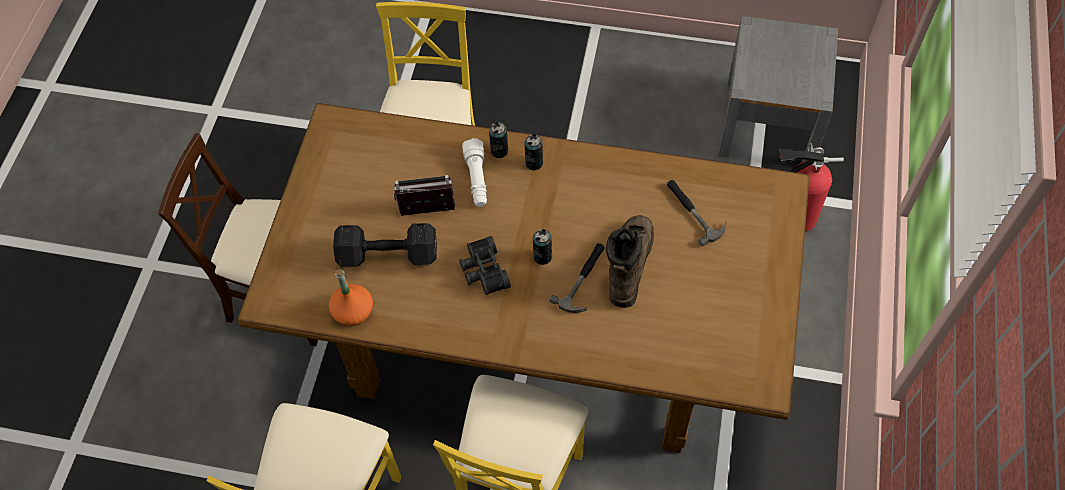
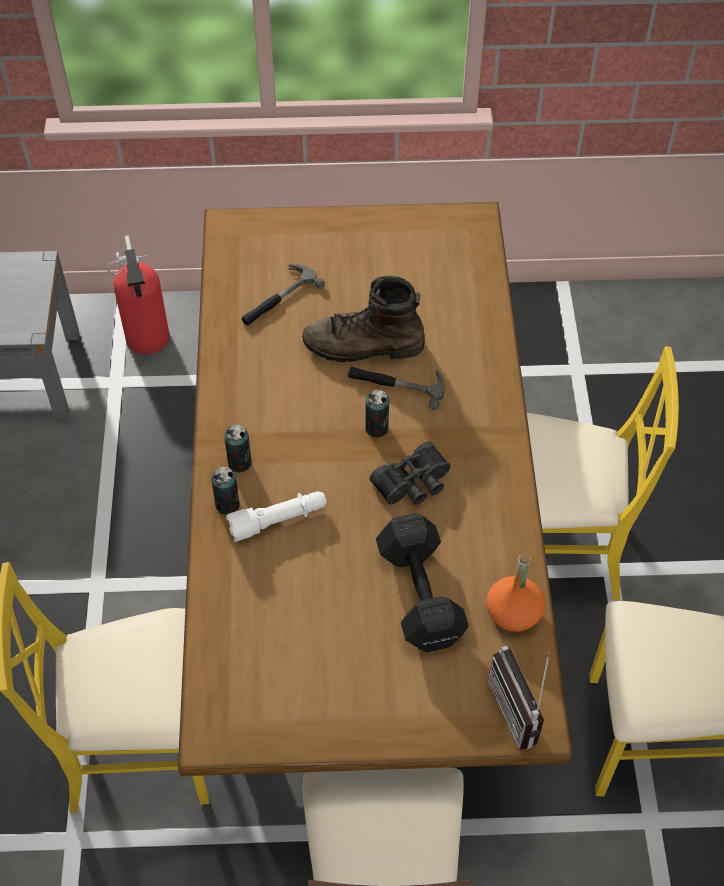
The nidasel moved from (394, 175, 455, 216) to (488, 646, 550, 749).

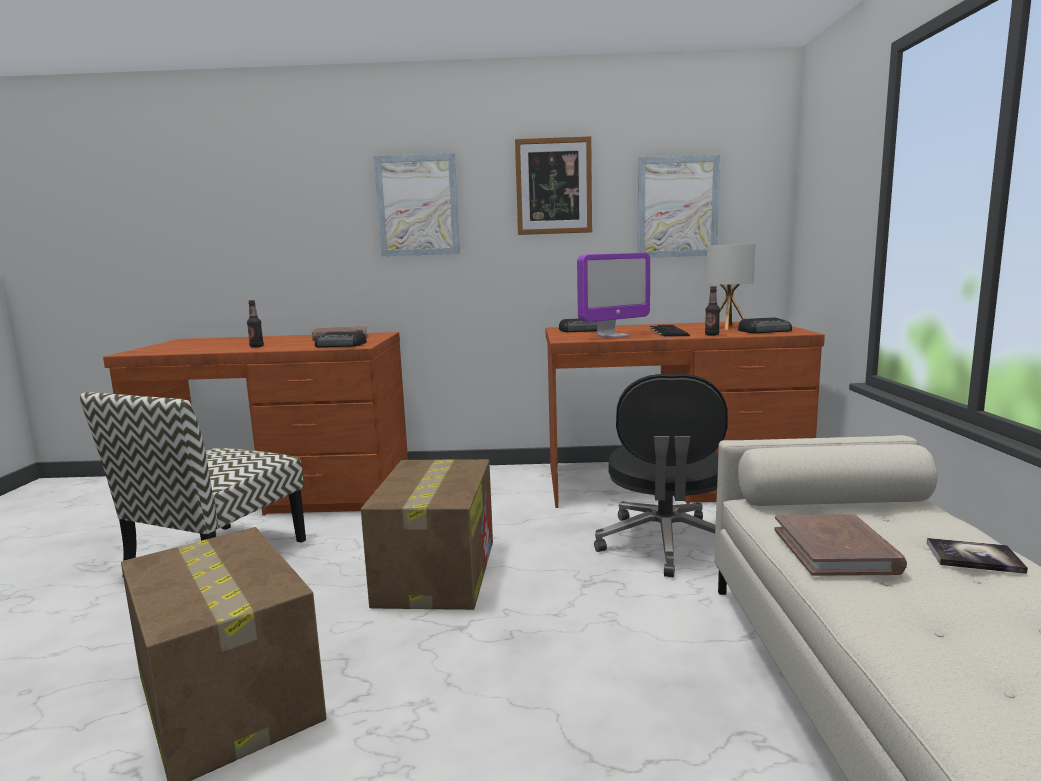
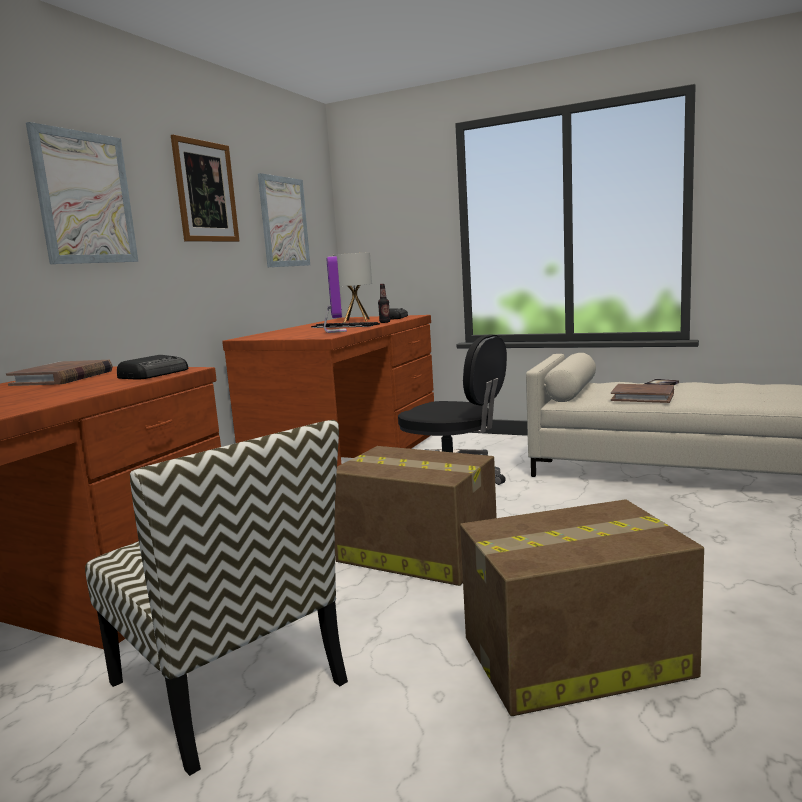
The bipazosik at (247, 300, 264, 347) disappeared. The nidasel at (559, 319, 598, 332) disappeared.

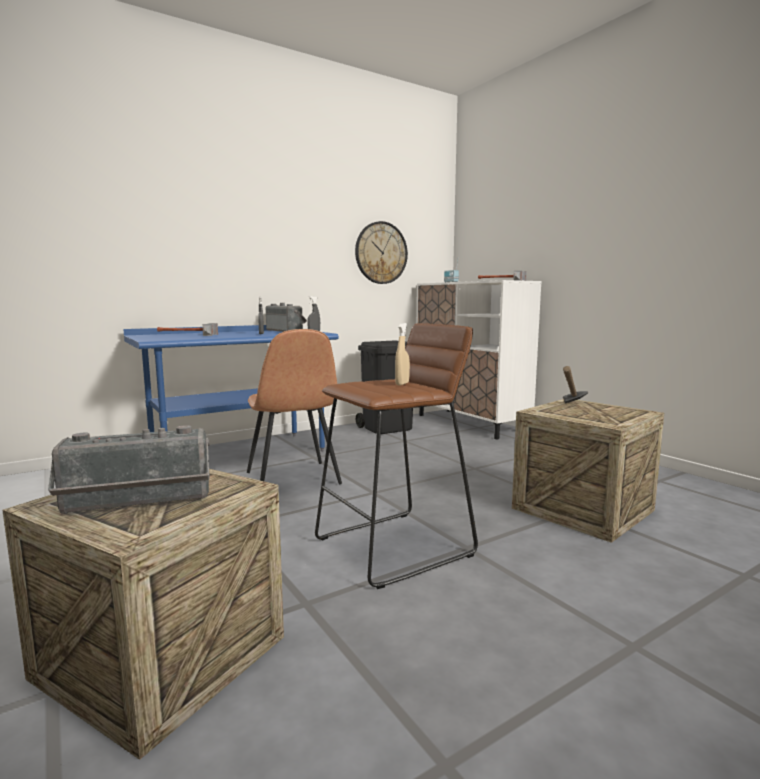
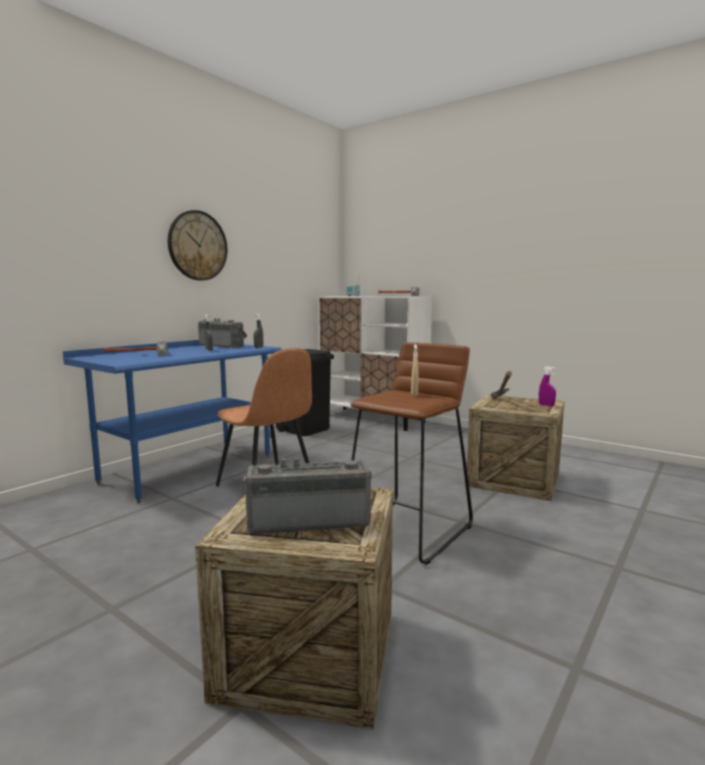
The nidasel at (48, 425, 210, 514) turned 150 degrees counterclockwise. The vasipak moved from (355, 221, 408, 284) to (168, 210, 227, 281). The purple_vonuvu at (539, 366, 556, 406) appeared.

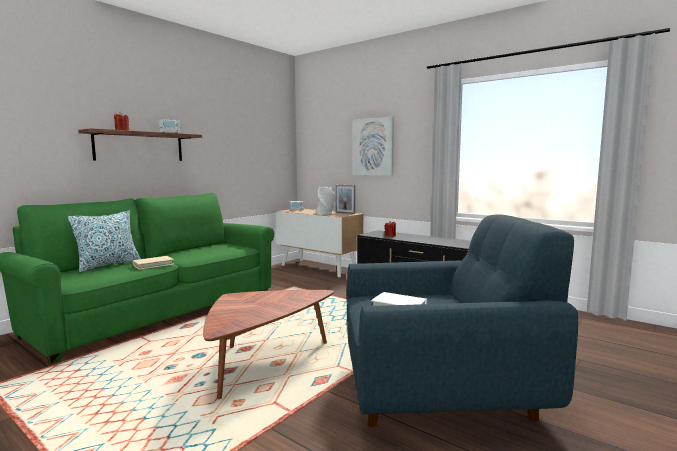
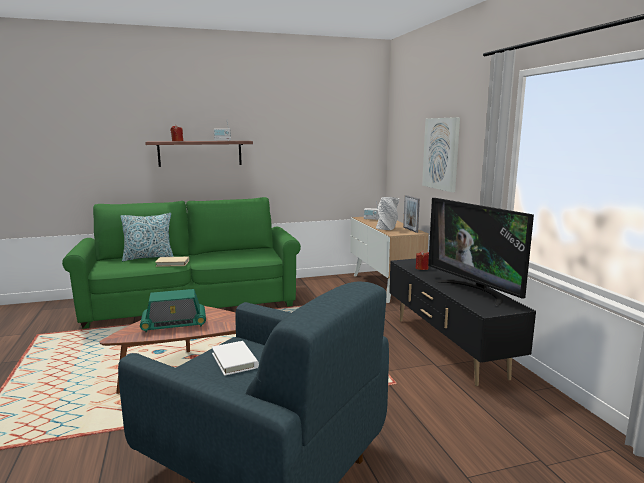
The nidasel at (140, 289, 206, 332) appeared. The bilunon at (428, 198, 534, 306) appeared.

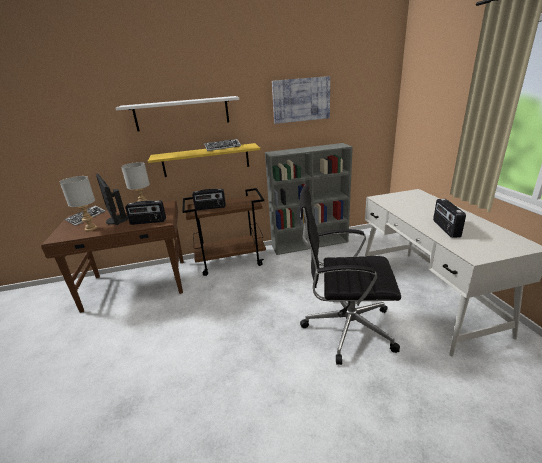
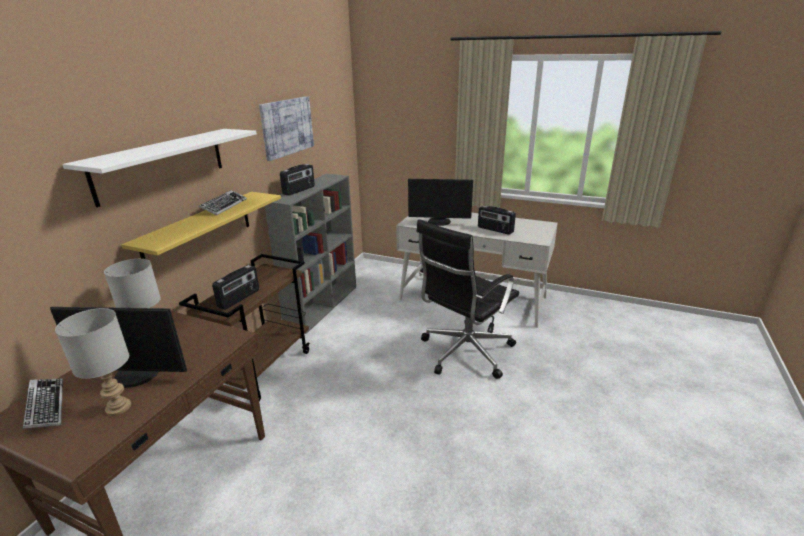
The nidasel moved from (125, 200, 166, 225) to (280, 164, 315, 196). The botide at (408, 179, 473, 226) appeared.

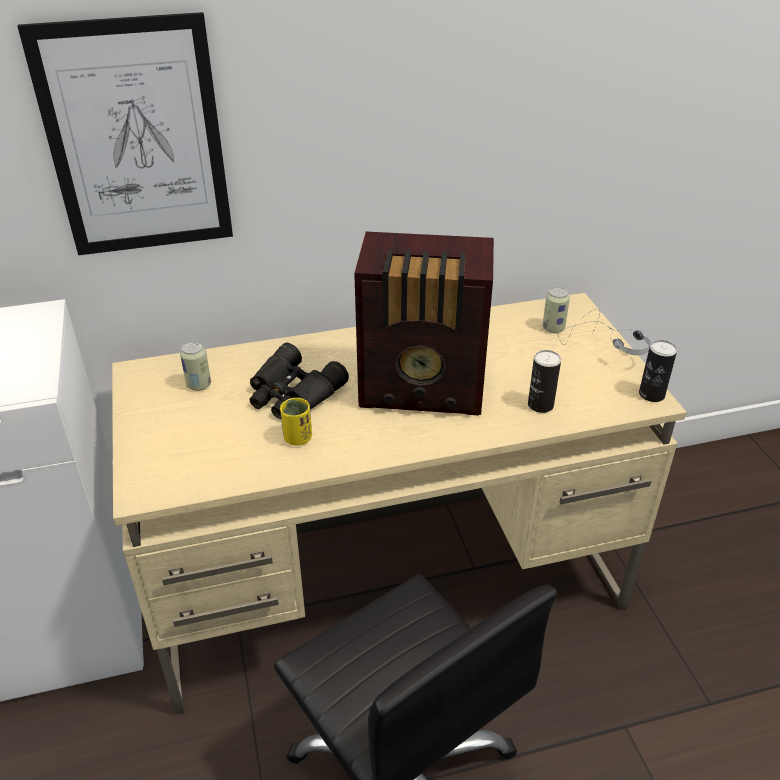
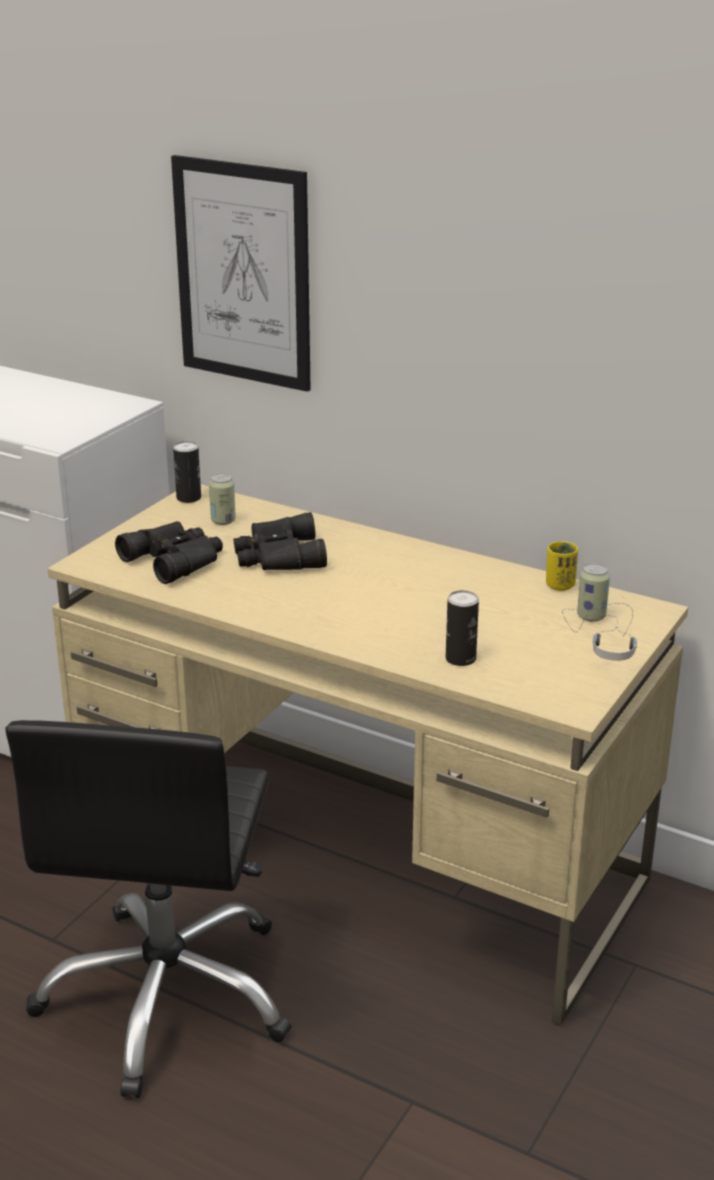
The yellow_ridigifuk moved from (280, 398, 312, 446) to (546, 541, 578, 591). The nidasel at (354, 232, 494, 416) disappeared. The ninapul moved from (639, 340, 677, 402) to (173, 441, 201, 503). The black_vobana at (115, 521, 223, 584) appeared.

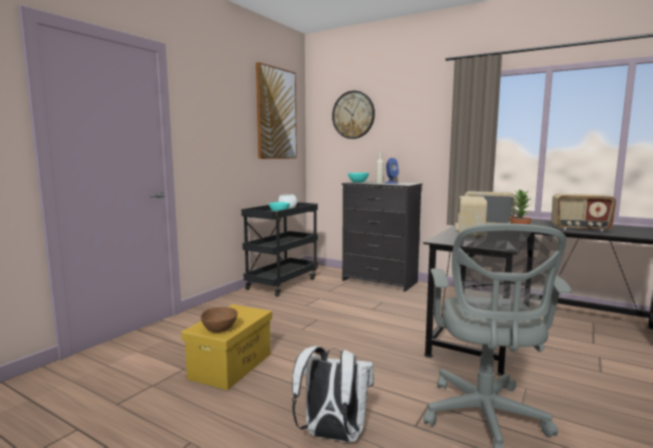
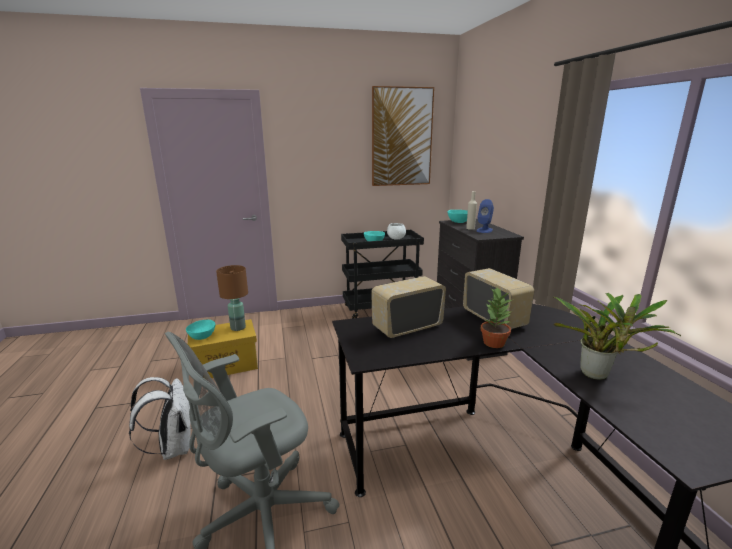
The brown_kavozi at (201, 307, 238, 333) became the turquoise_kavozi at (186, 320, 215, 340). The vasipak at (332, 91, 375, 139) disappeared. The nidasel at (551, 194, 616, 231) was replaced by the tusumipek at (554, 293, 681, 380). The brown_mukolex at (216, 265, 248, 331) appeared.

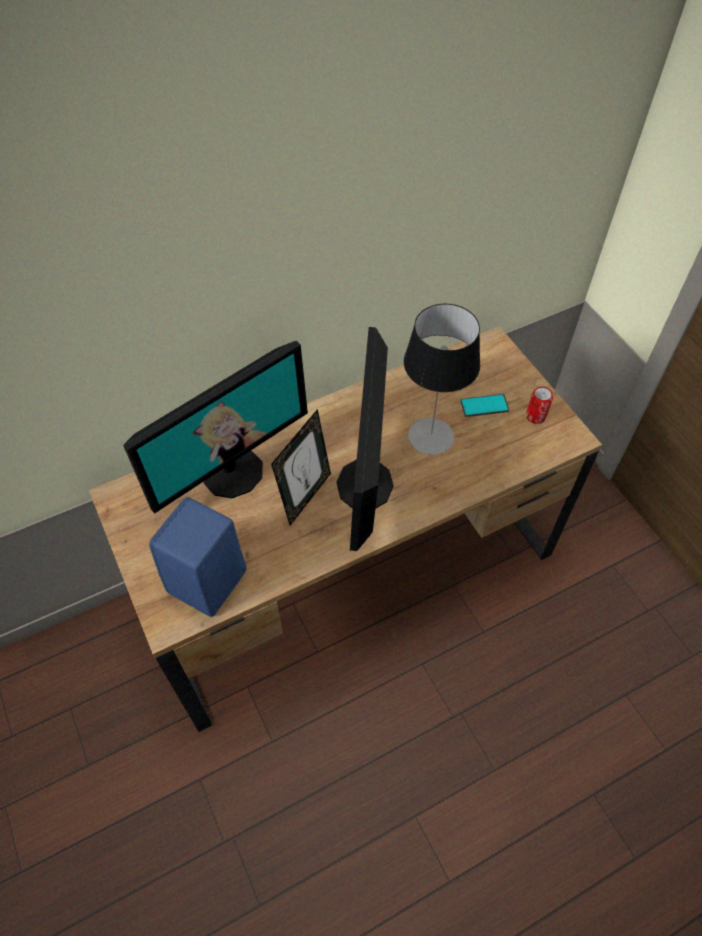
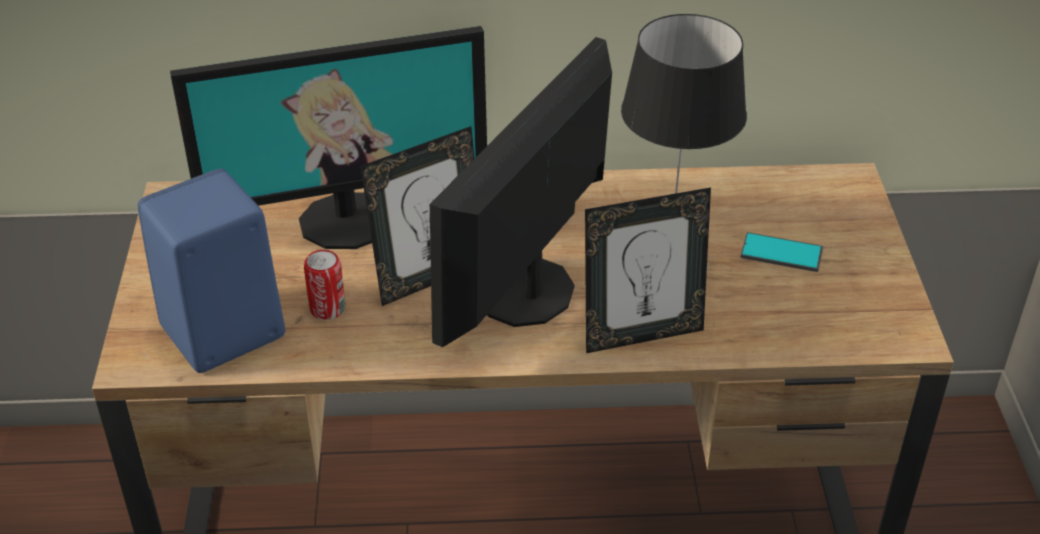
The ninapul moved from (526, 387, 553, 424) to (304, 250, 345, 320). The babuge at (585, 187, 711, 353) appeared.

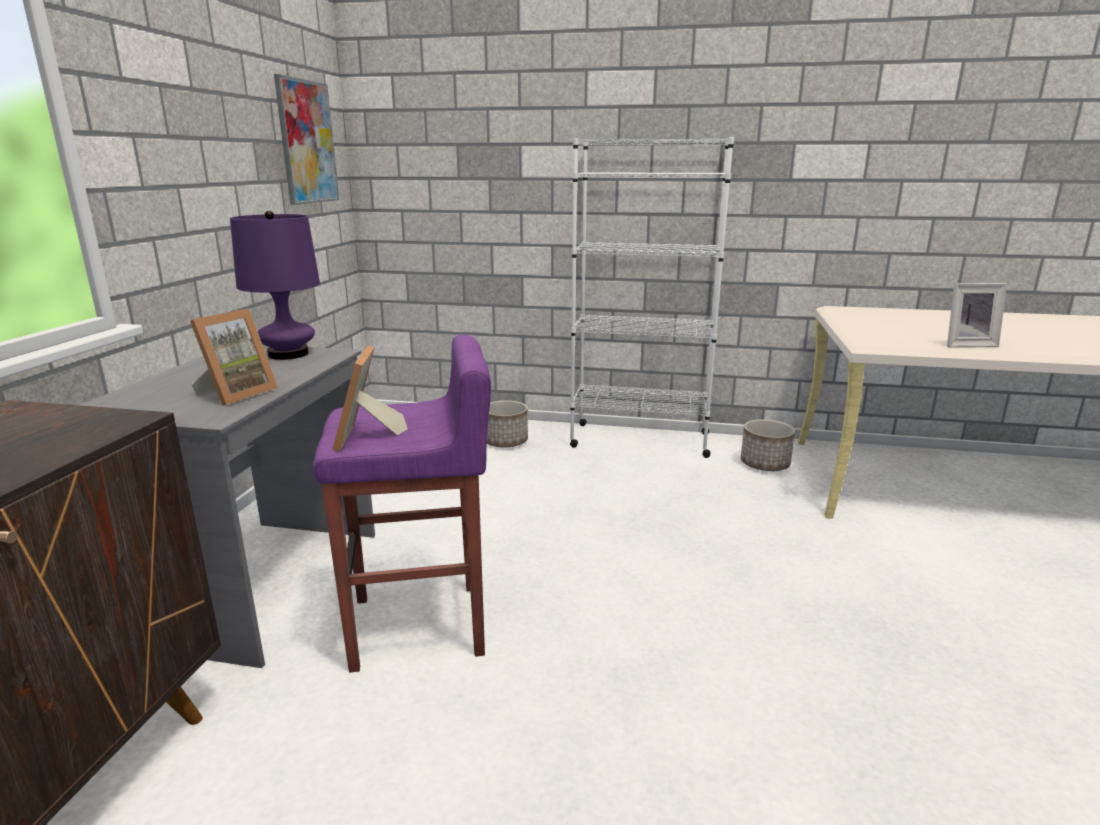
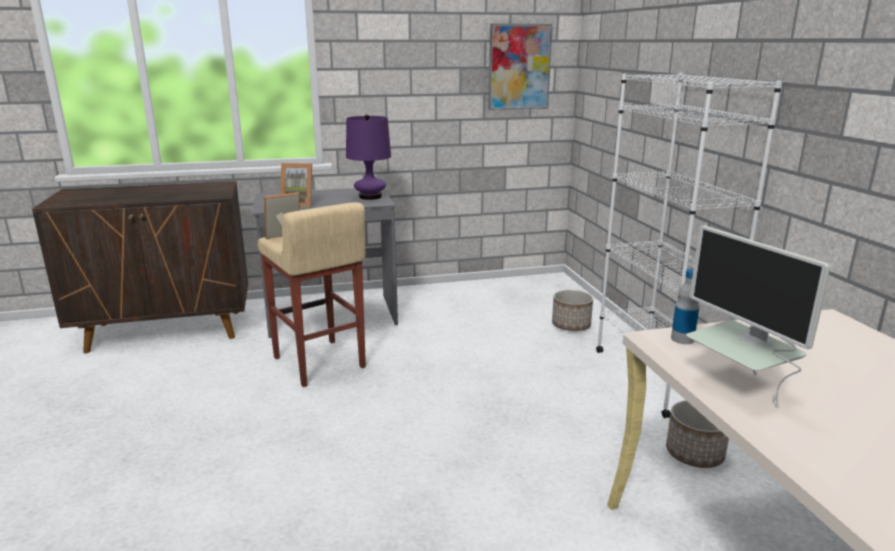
The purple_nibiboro at (313, 334, 491, 673) became the beige_nibiboro at (258, 202, 366, 387). The babuge at (947, 283, 1007, 347) was replaced by the botide at (686, 225, 830, 408). The bipazosik at (671, 269, 699, 344) appeared.

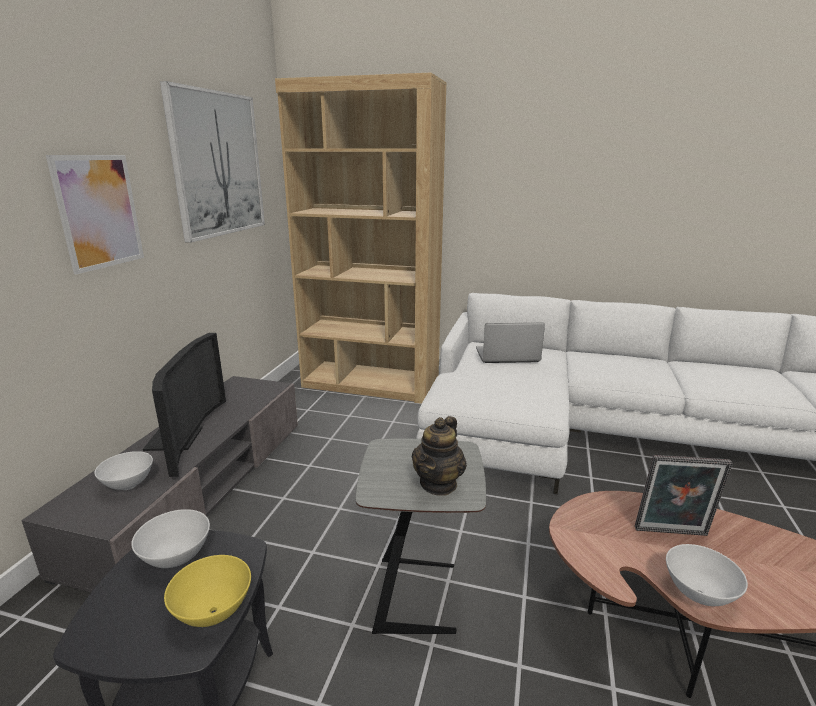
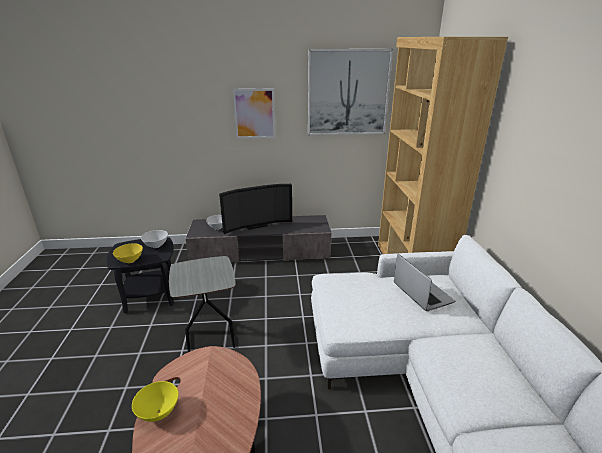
The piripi at (412, 416, 467, 496) disappeared. The babuge at (635, 455, 733, 536) disappeared. The white_kavozi at (666, 544, 748, 606) became the yellow_kavozi at (132, 381, 179, 422).

